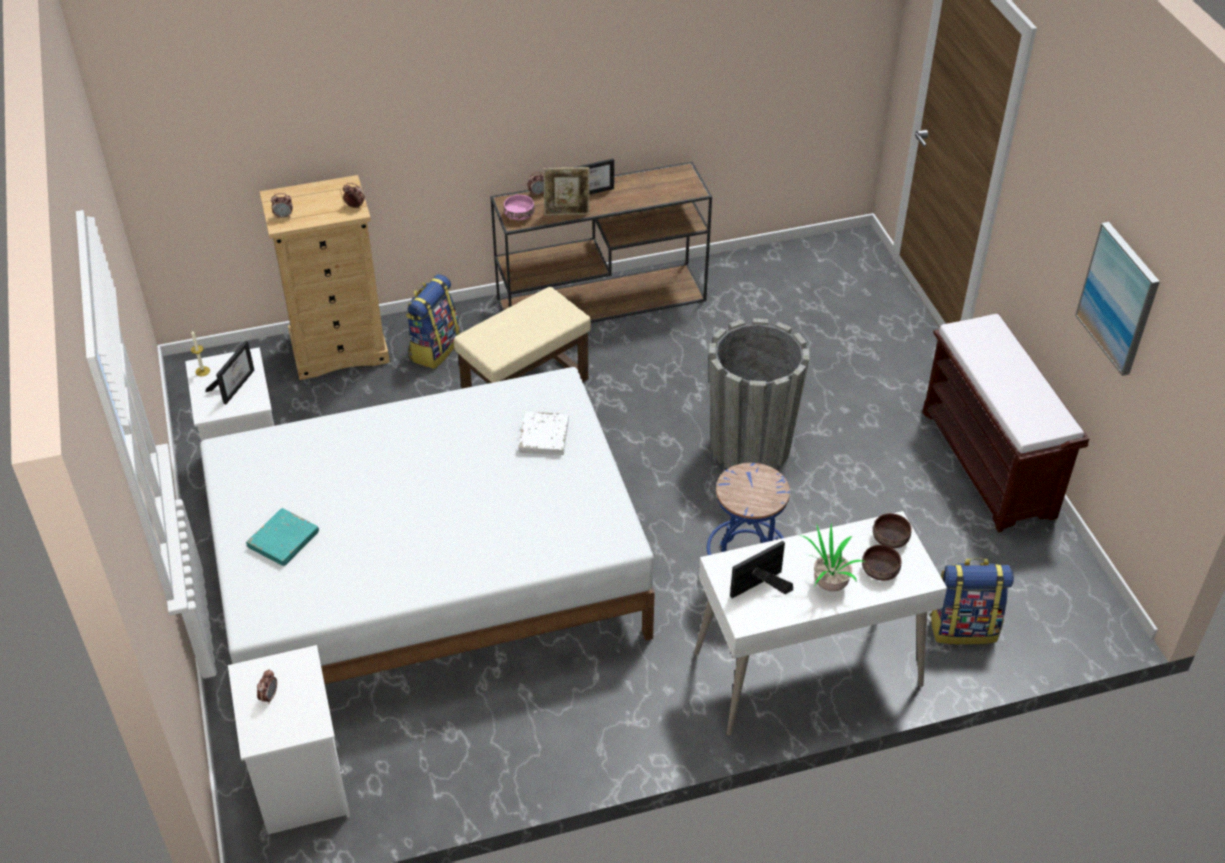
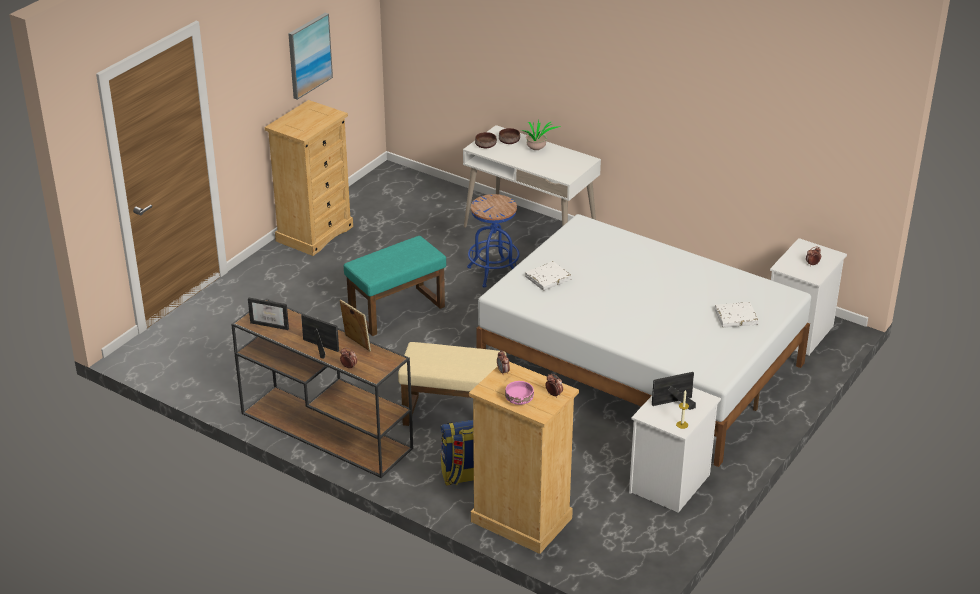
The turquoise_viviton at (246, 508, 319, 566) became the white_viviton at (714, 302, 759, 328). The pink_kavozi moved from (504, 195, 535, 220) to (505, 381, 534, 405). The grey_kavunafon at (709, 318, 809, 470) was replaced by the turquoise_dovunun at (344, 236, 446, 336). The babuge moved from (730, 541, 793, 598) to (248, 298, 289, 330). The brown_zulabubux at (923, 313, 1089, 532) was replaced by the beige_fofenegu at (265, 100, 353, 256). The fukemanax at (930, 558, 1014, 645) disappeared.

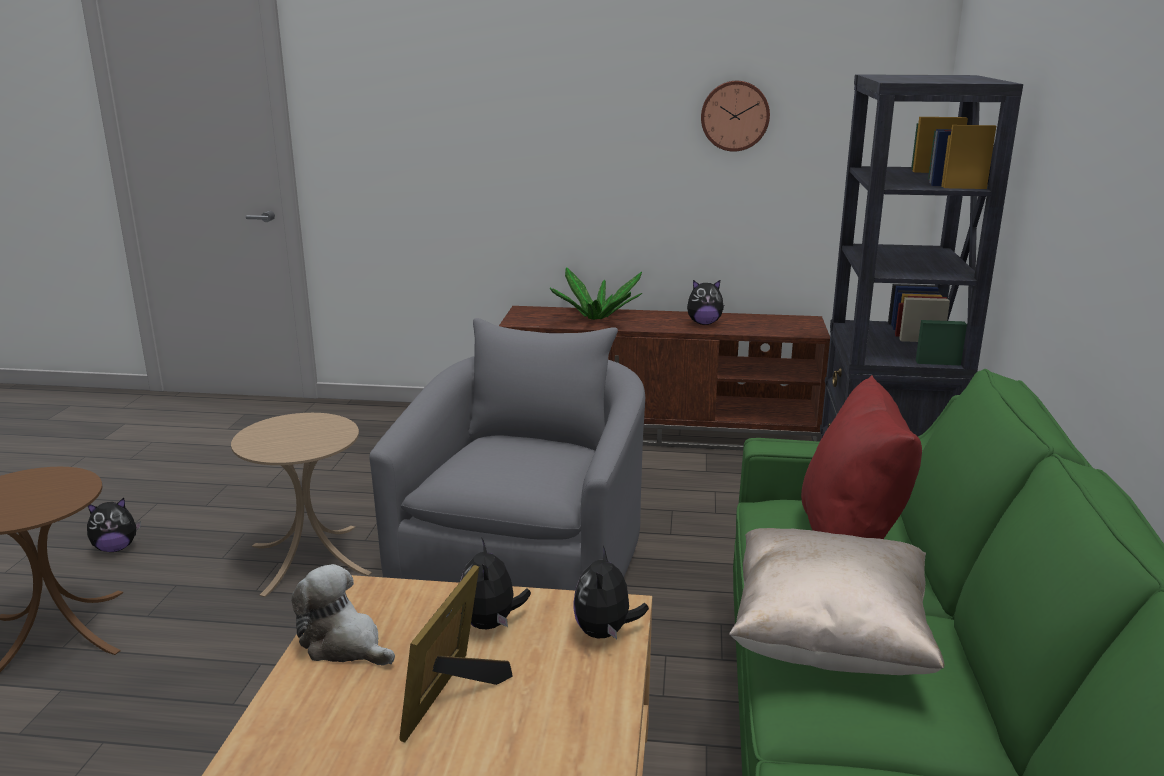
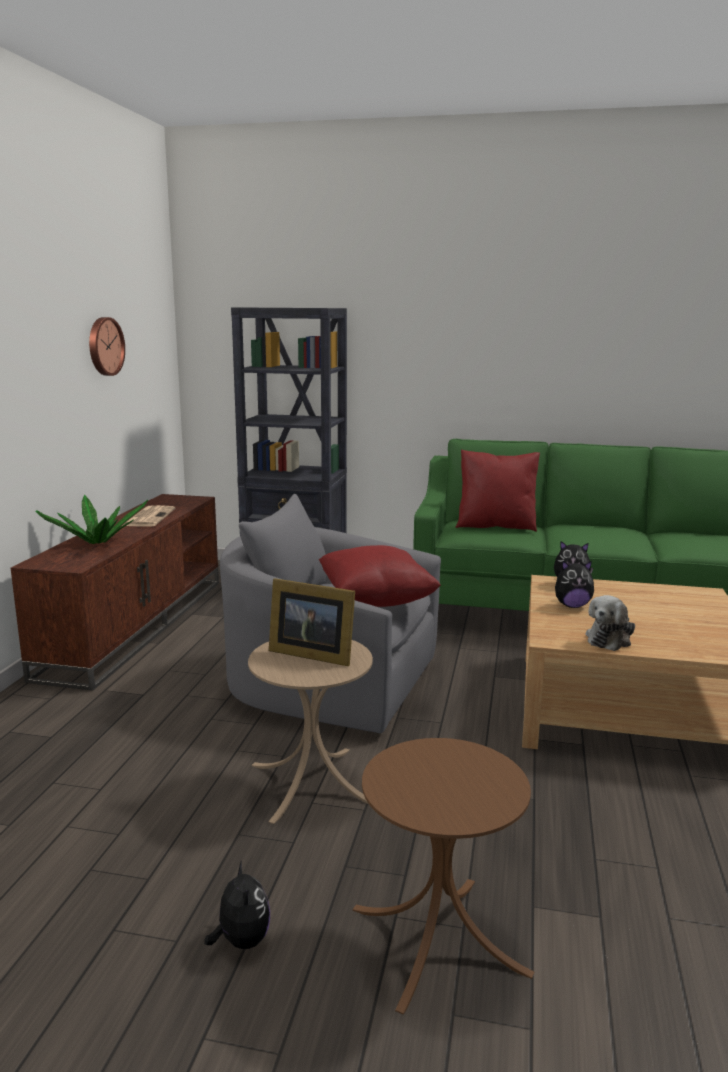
The babuge moved from (399, 565, 513, 743) to (269, 578, 355, 666). The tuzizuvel at (687, 280, 724, 325) was replaced by the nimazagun at (122, 505, 176, 527). The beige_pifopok at (729, 528, 944, 675) disappeared. The red_pifopok at (319, 545, 441, 607) appeared.

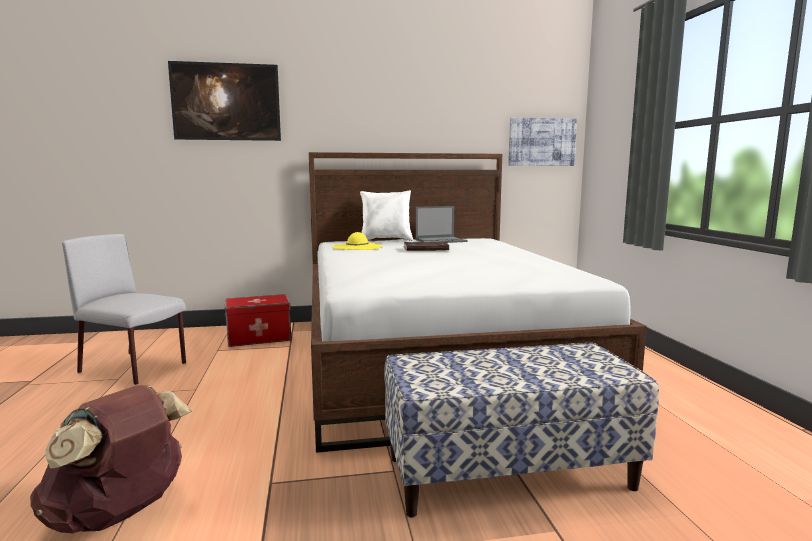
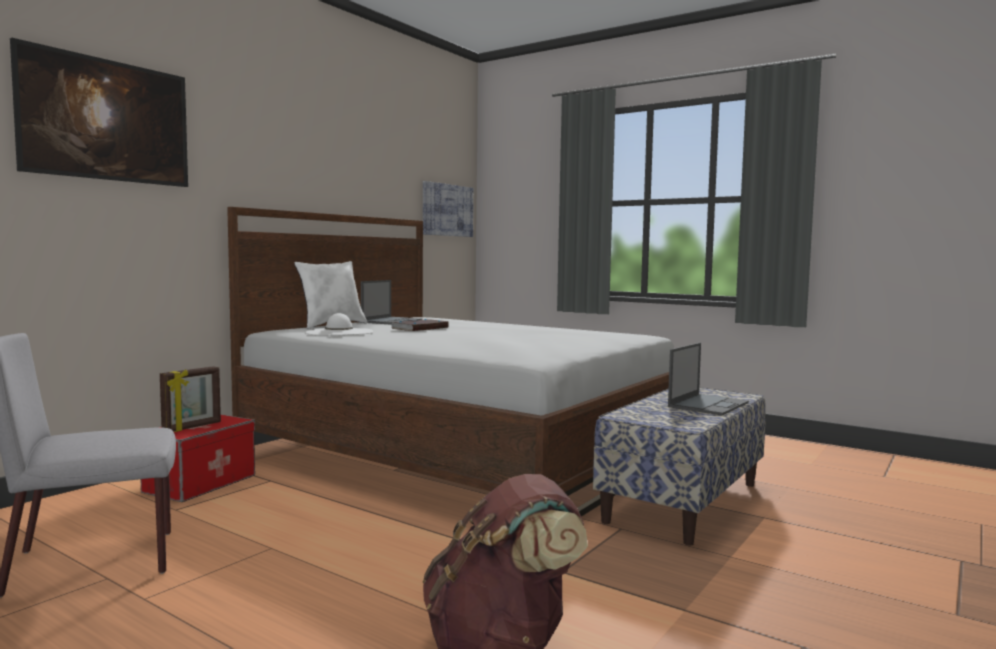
The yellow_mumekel at (332, 232, 383, 250) became the white_mumekel at (305, 313, 373, 336). The babuge at (160, 366, 221, 432) appeared. The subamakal at (668, 343, 749, 415) appeared.

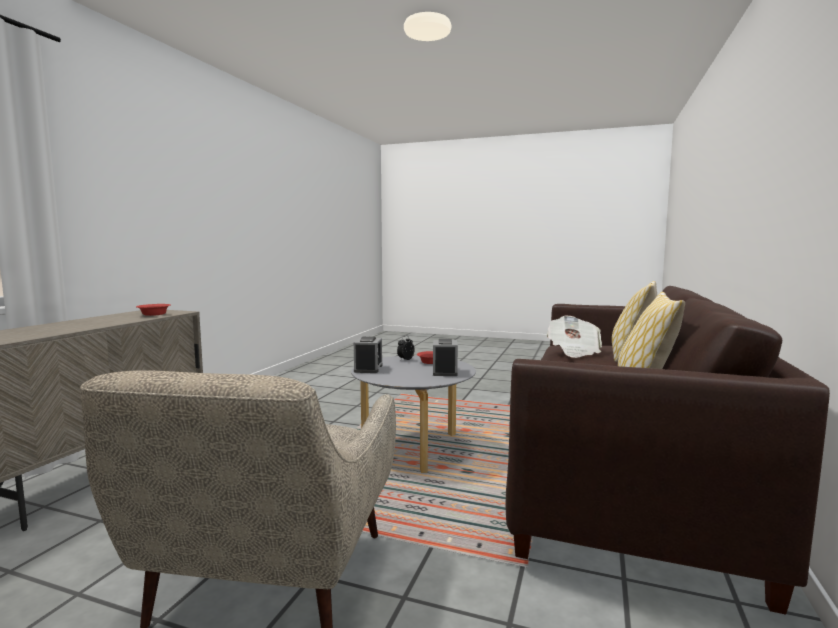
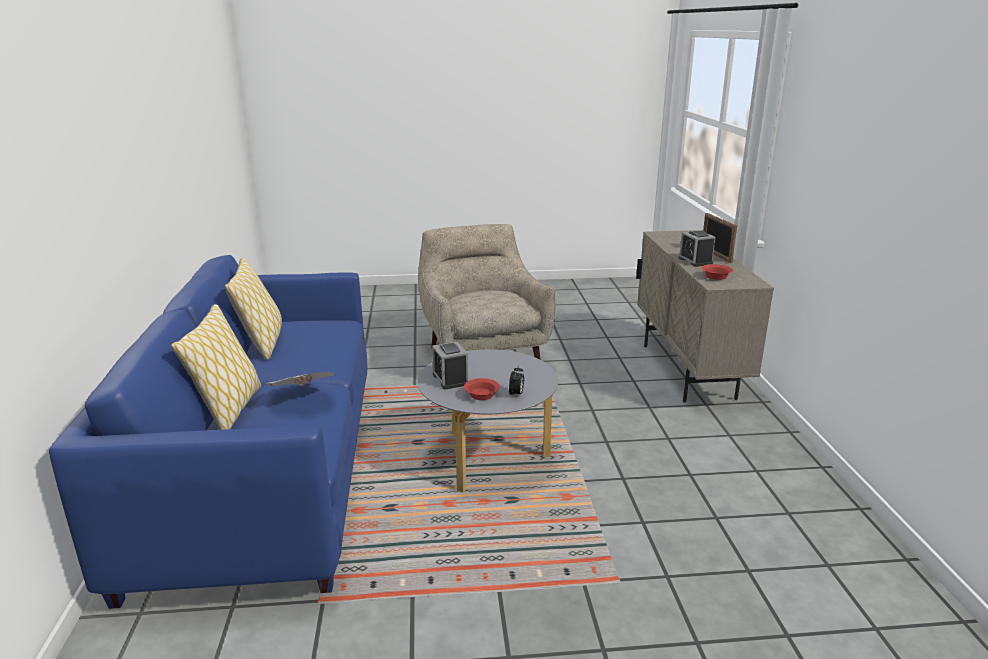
The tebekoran moved from (354, 337, 382, 373) to (678, 230, 715, 267). The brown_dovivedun at (506, 286, 830, 615) became the blue_dovivedun at (49, 255, 367, 609). The babuge at (703, 213, 737, 263) appeared.

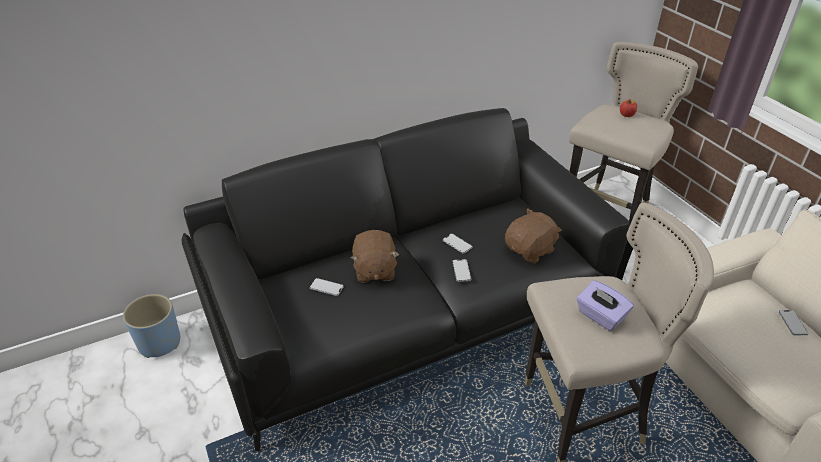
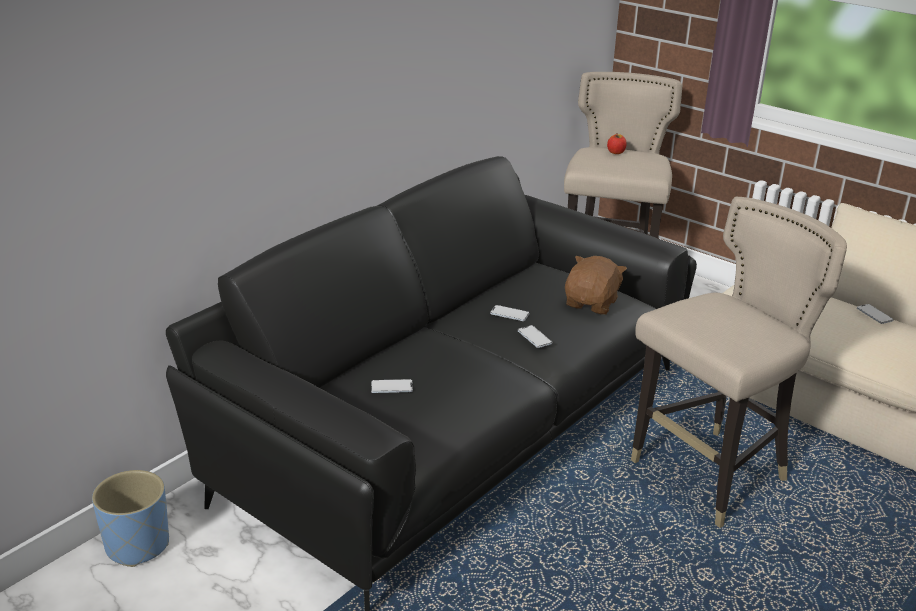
The brown_tuzizuvel at (351, 230, 399, 283) disappeared. The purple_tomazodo at (577, 280, 634, 331) disappeared.

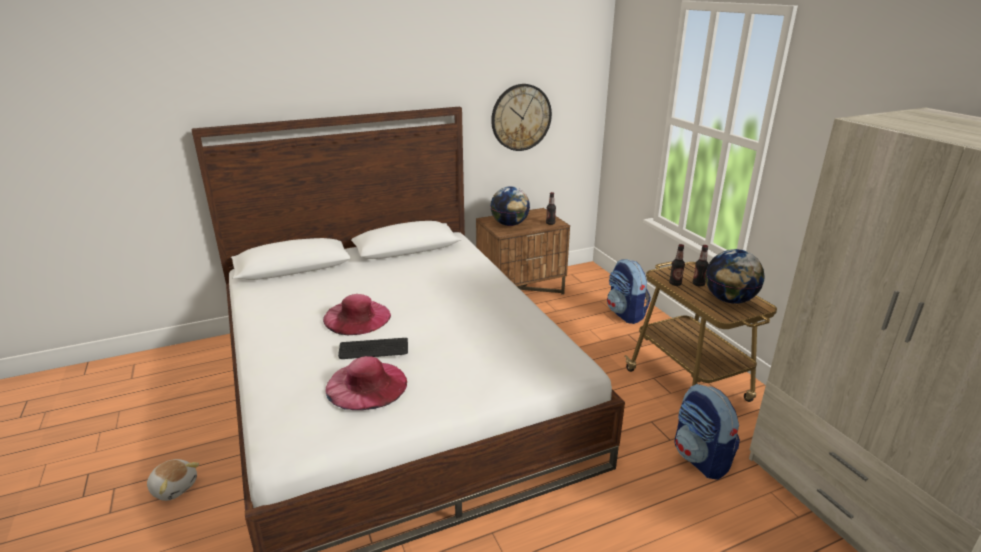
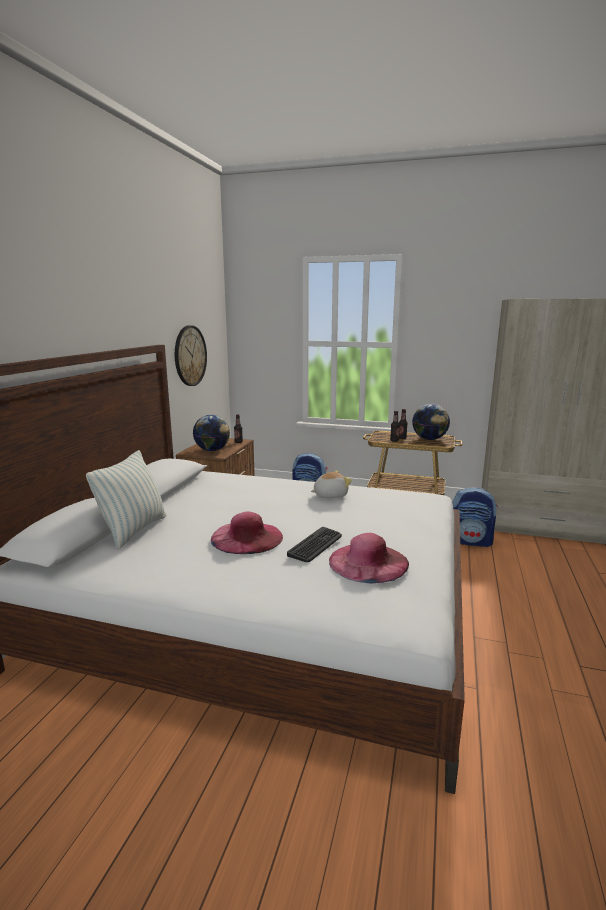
The tuzizuvel moved from (147, 459, 199, 501) to (311, 471, 352, 498). The pifopok at (86, 450, 166, 549) appeared.

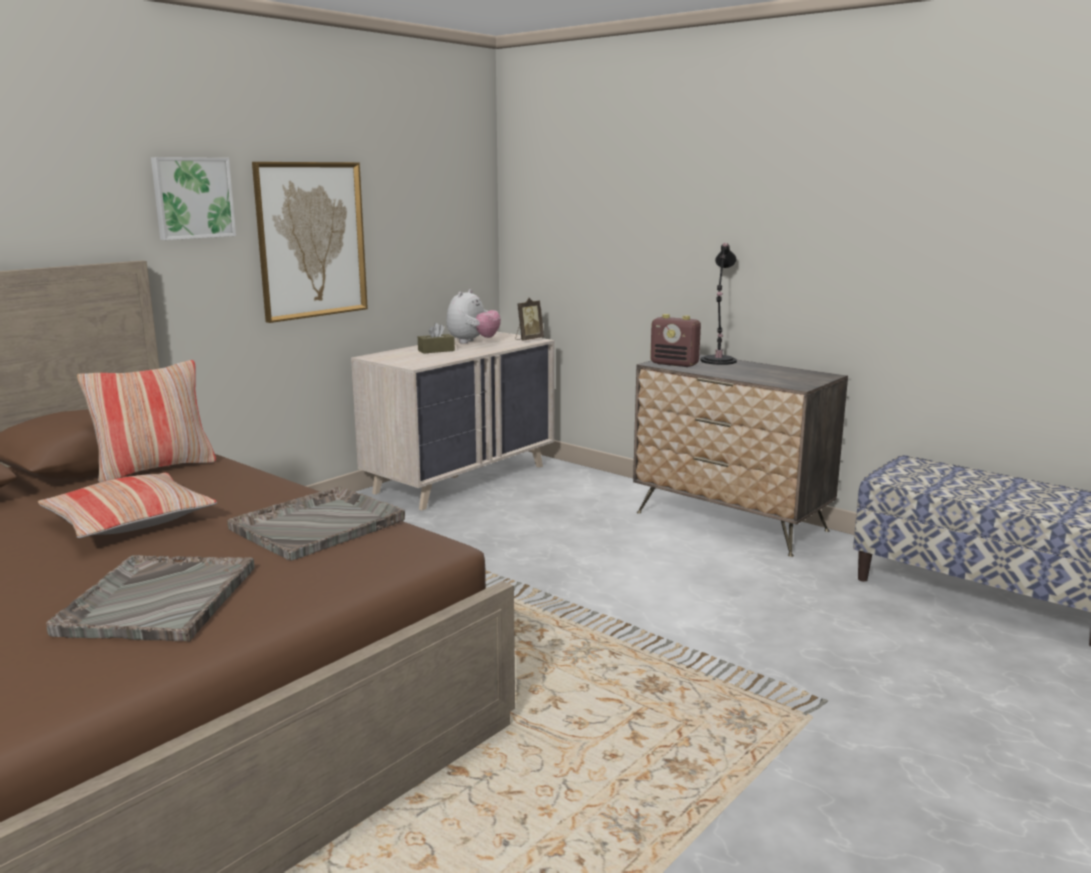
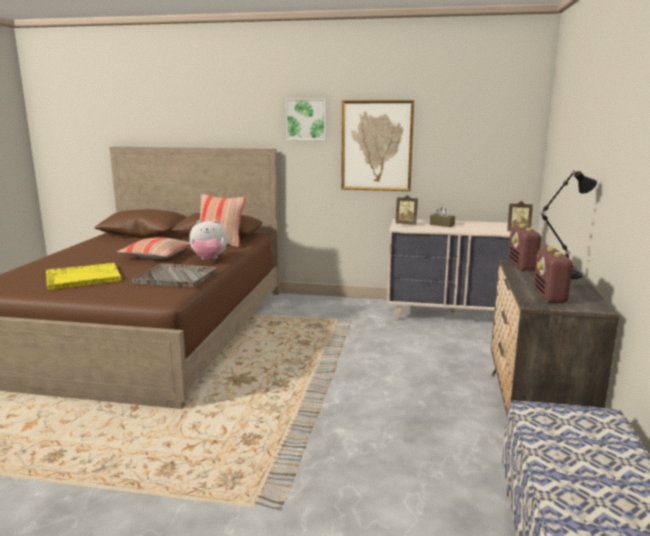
The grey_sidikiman at (46, 555, 254, 641) became the yellow_sidikiman at (46, 263, 122, 290). The tuzizuvel moved from (446, 289, 501, 344) to (189, 220, 228, 260). The babuge at (395, 195, 418, 225) appeared. The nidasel at (533, 246, 576, 303) appeared.

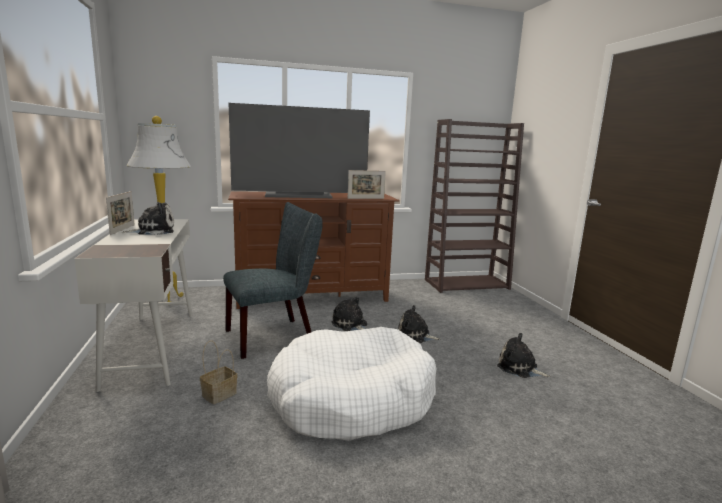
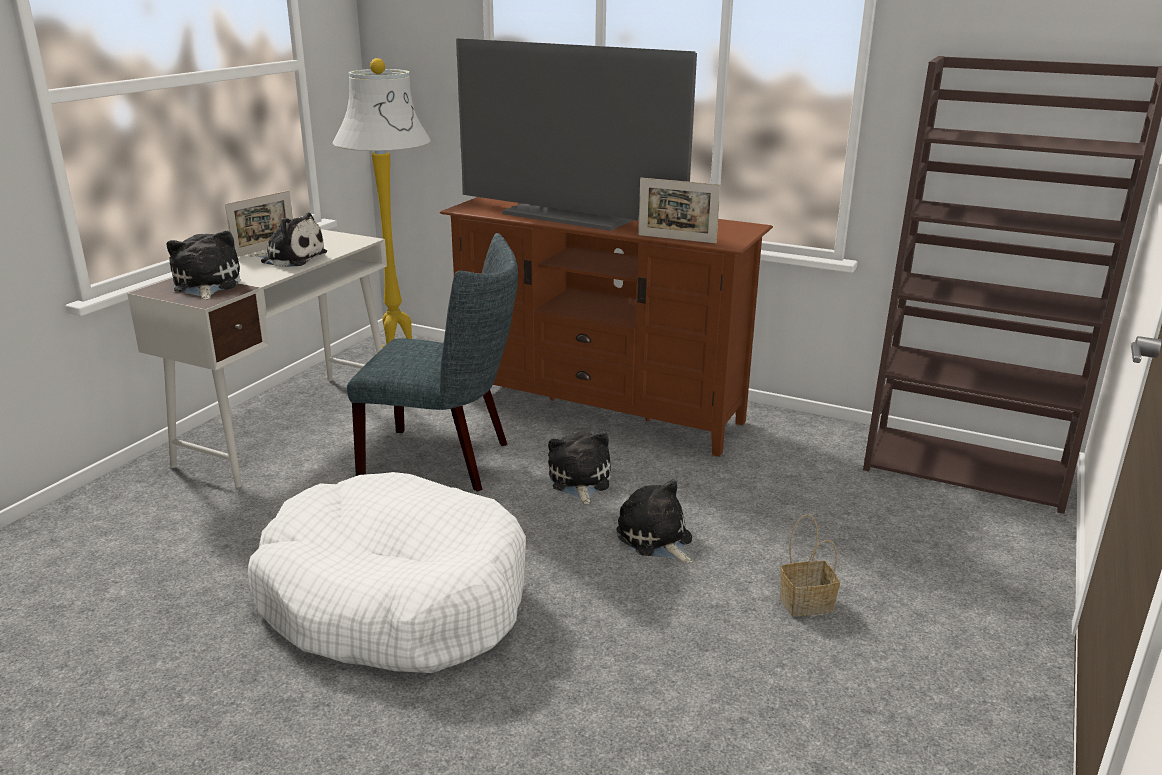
The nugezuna moved from (200, 341, 237, 404) to (779, 514, 840, 617). The tuzizuvel moved from (497, 333, 550, 378) to (167, 231, 241, 300).

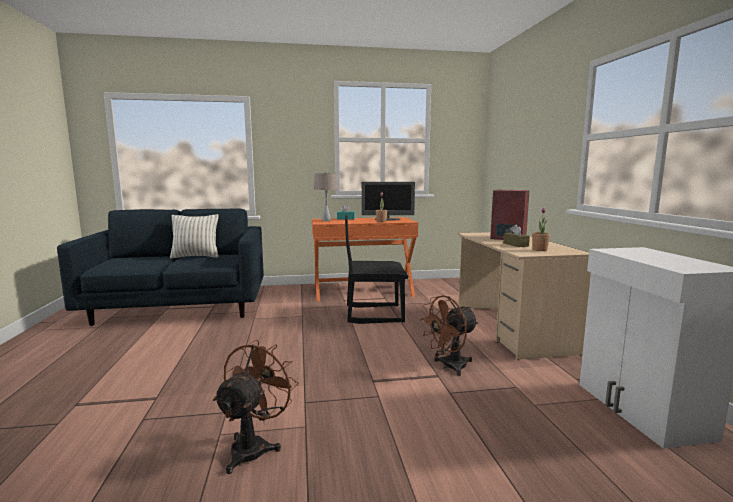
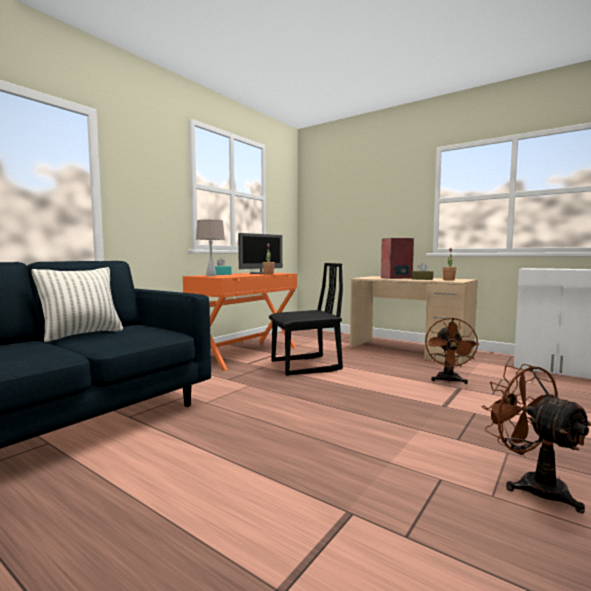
The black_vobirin at (345, 215, 408, 324) turned 150 degrees counterclockwise.

